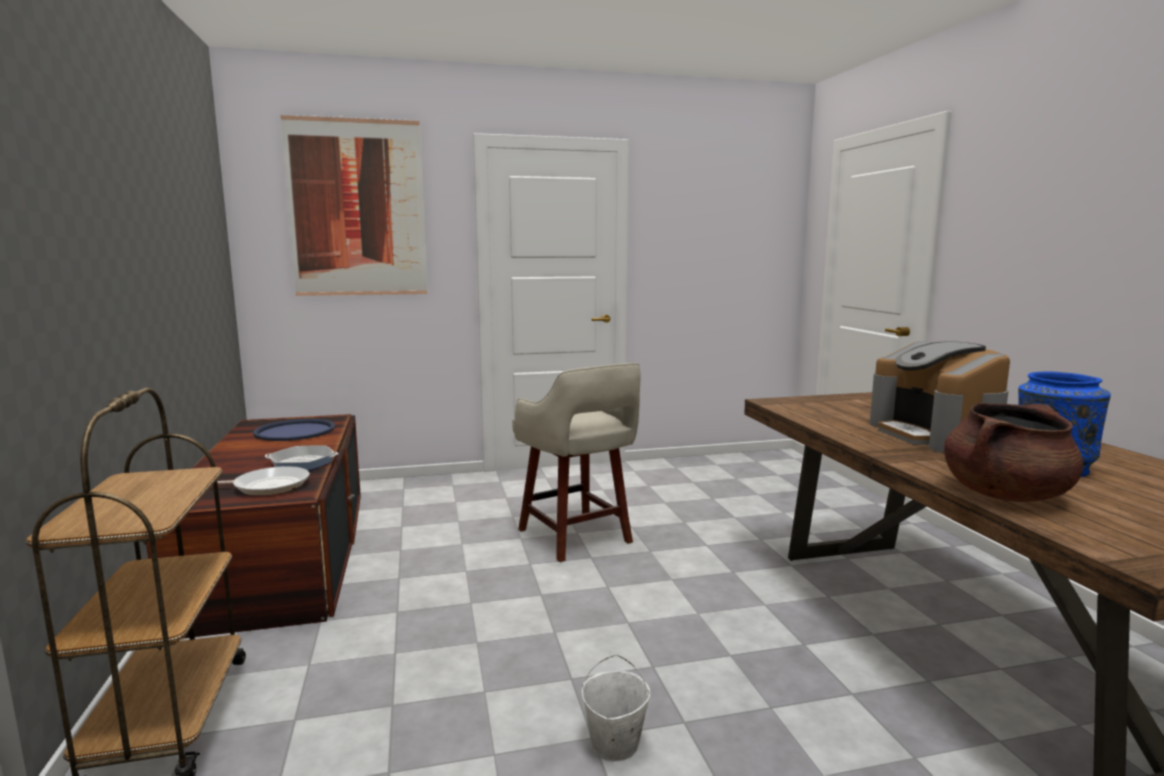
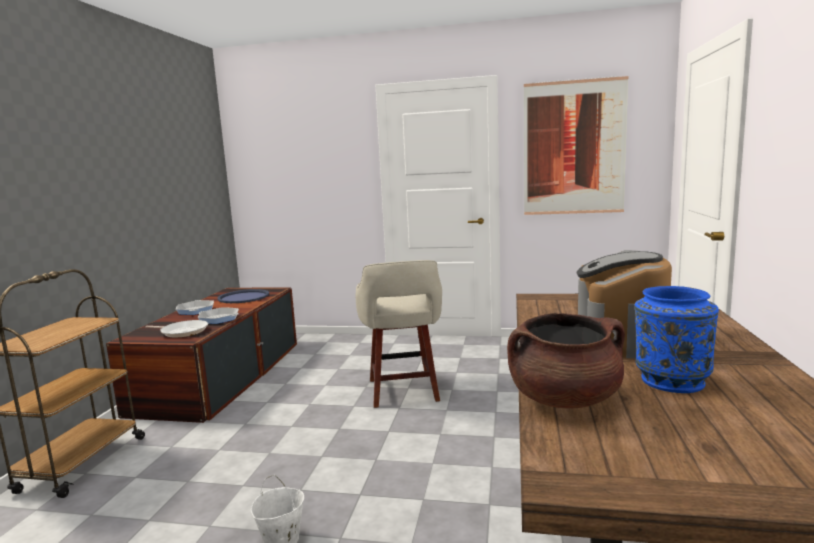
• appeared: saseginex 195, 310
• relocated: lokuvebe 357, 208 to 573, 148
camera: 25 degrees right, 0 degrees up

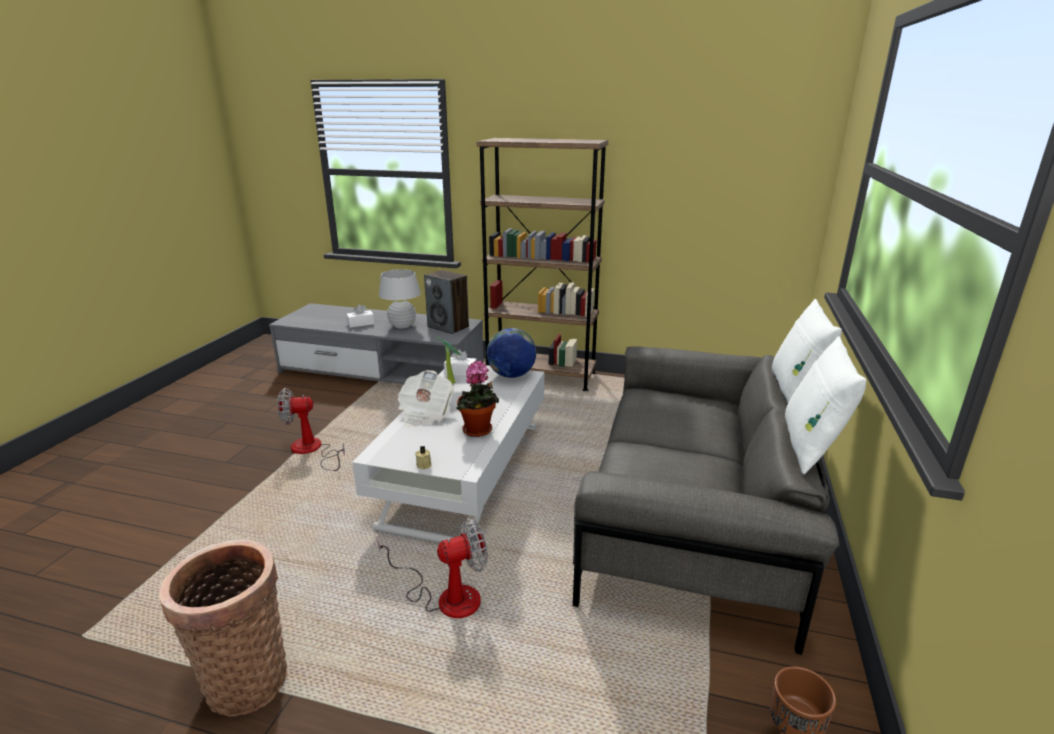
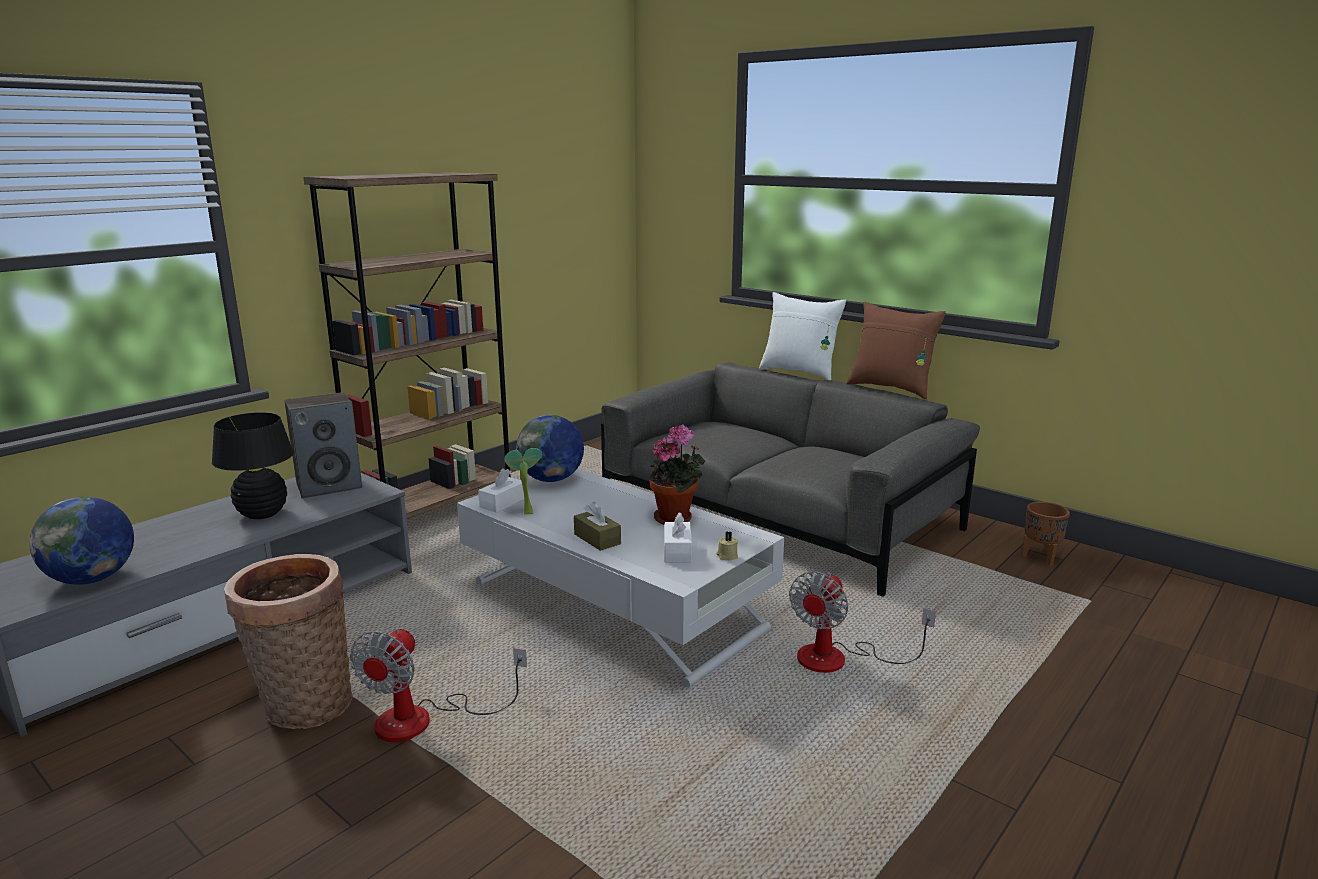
• appeared: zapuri 92, 579
• relocated: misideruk 245, 678 to 303, 706
• relocated: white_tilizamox 361, 324 to 677, 551
• exchanged: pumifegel 425, 413 to brown_tilizamox 597, 539
• colour: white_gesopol 402, 326 to black_gesopol 262, 514
• colour: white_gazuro 811, 447 to brown_gazuro 890, 389
• spun: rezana 446, 596 = 839, 659 150 degrees counterclockwise
camera: 65 degrees left, 5 degrees down

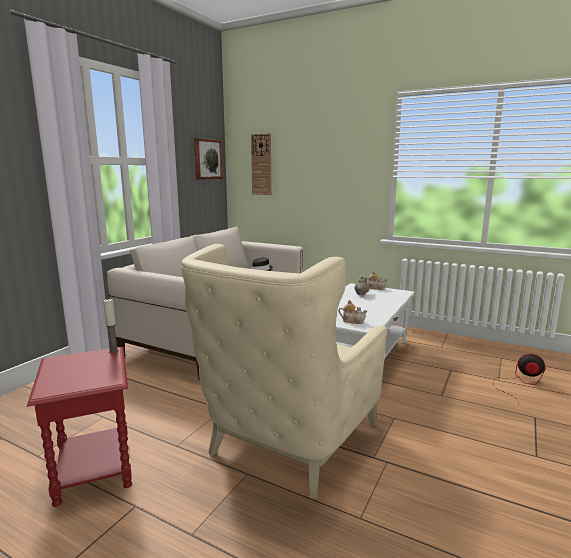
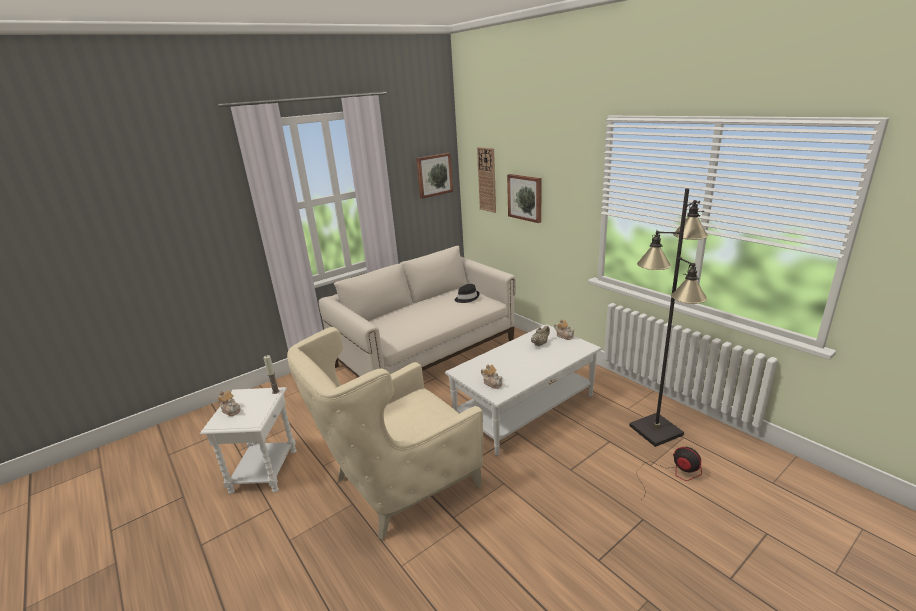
• appeared: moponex 231, 410
• appeared: lokuvebe 525, 197
• appeared: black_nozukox 656, 430
• colour: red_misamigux 92, 468 to white_misamigux 262, 470
camera: 25 degrees right, 10 degrees up

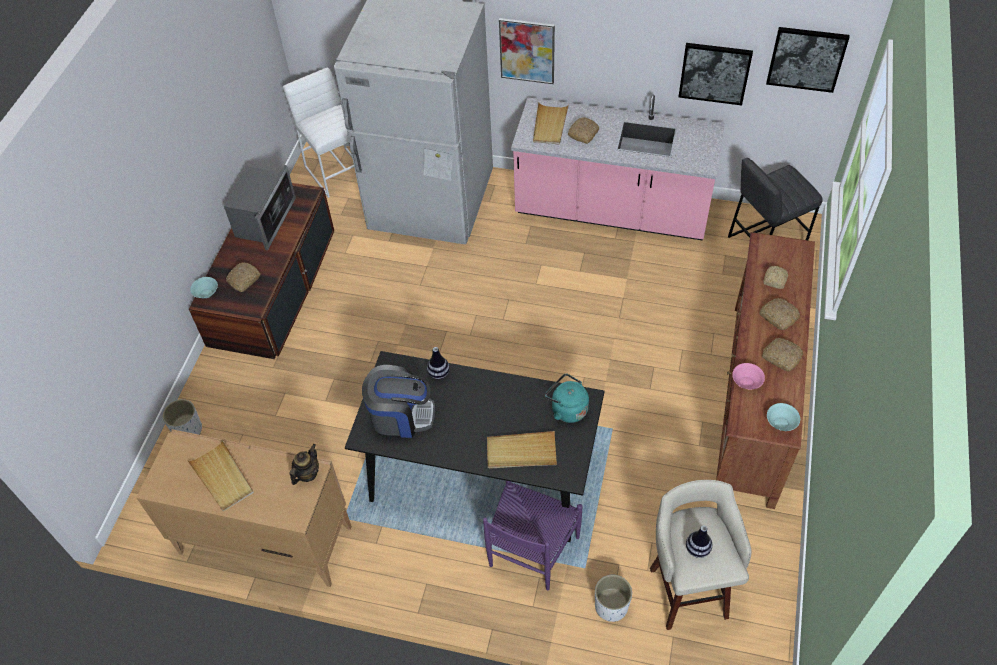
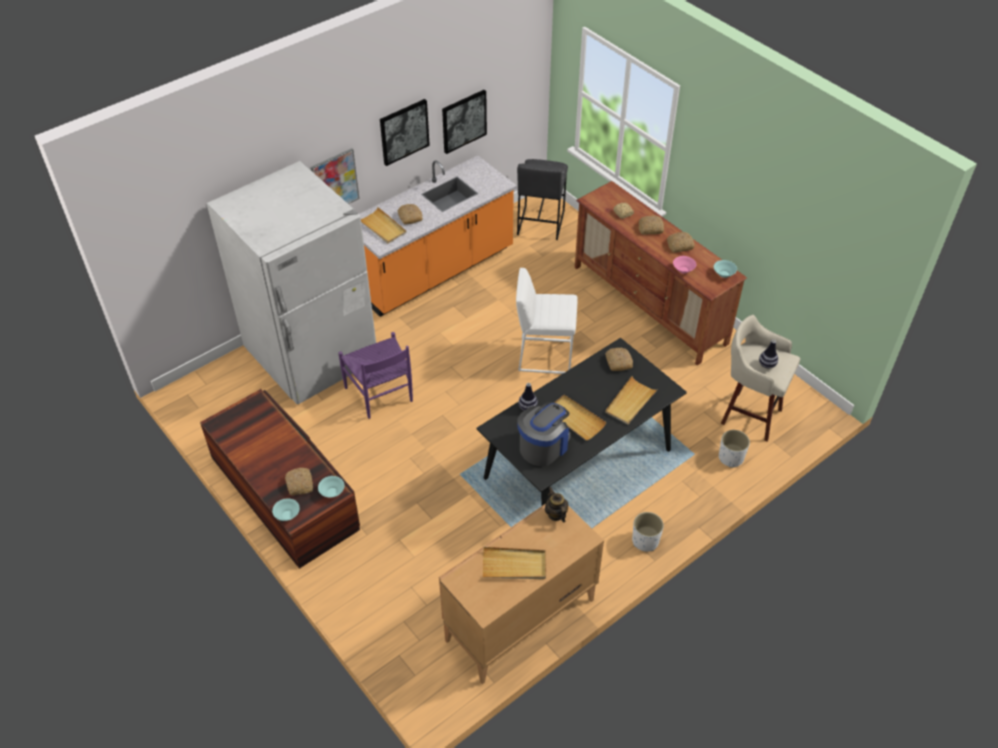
• missing: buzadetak 264, 220
• appeared: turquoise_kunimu 332, 492
• appeared: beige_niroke 575, 419
• relocated: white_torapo 187, 430 to 645, 541
• relocated: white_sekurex 336, 171 to 544, 355
• relocated: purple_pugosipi 531, 551 to 381, 394
• relocated: lokuvebe 806, 58 to 404, 131
• exchanged: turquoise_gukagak 567, 409 to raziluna 618, 362
• colour: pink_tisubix 612, 211 to orange_tisubix 435, 271
camera: 55 degrees left, 5 degrees down

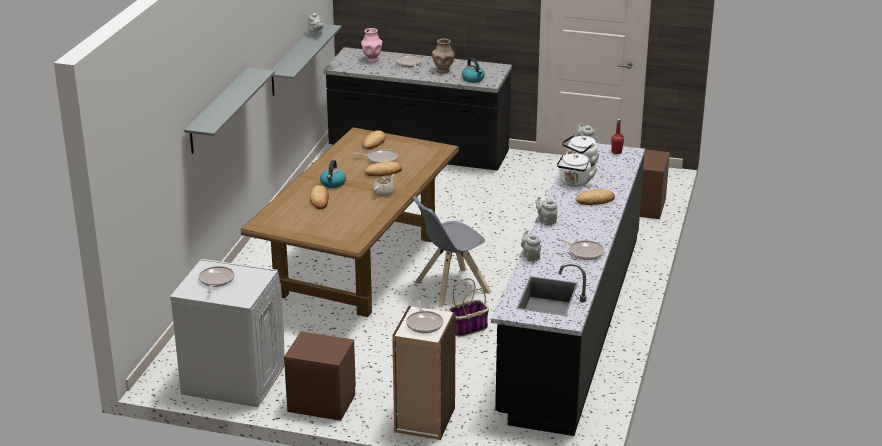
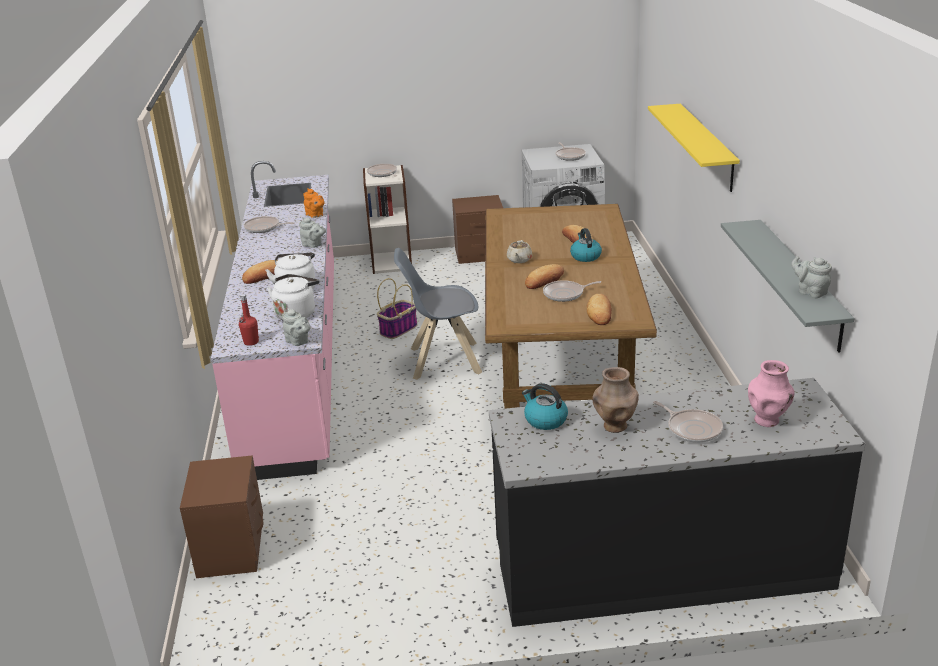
• colour: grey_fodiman 218, 111 to yellow_fodiman 706, 146
• colour: black_tisubix 571, 322 to pink_tisubix 297, 358
• colour: grey_moponex 530, 256 to orange_moponex 315, 215
• spun: grey_pugosipi 450, 288 = 442, 361 135 degrees counterclockwise
camera: 160 degrees right, 0 degrees up

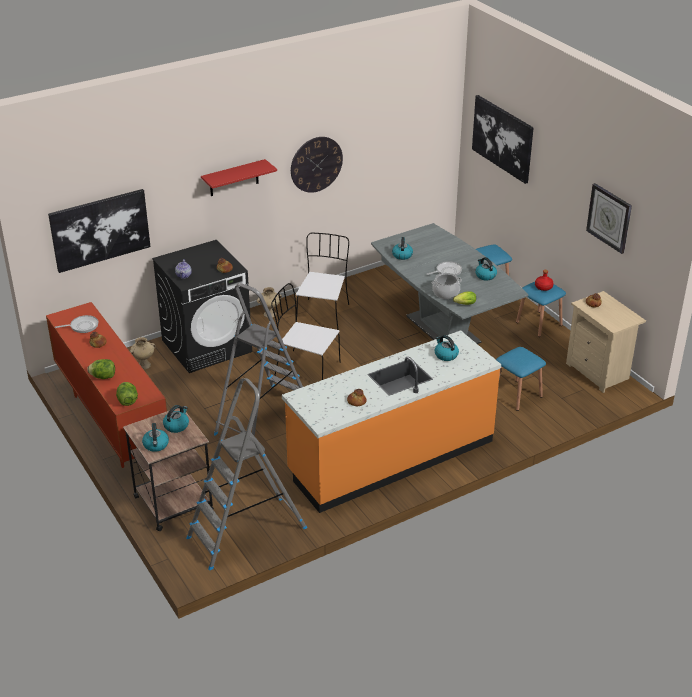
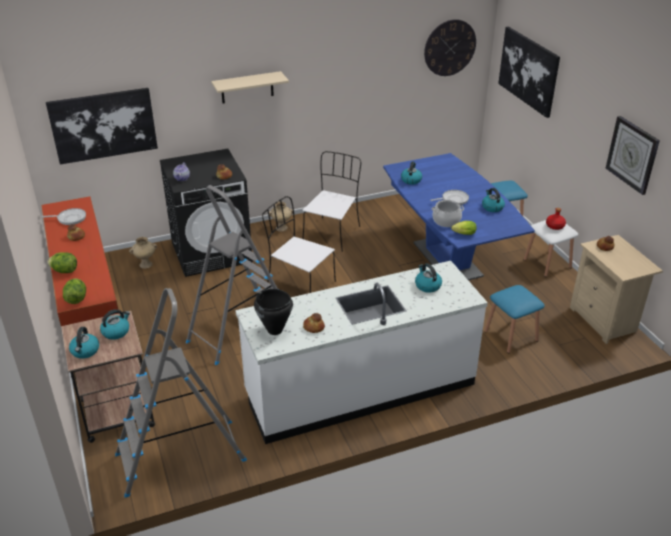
• appeared: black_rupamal 275, 330
• relocated: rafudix 316, 164 to 450, 48
• colour: red_fodiman 234, 178 to beige_fodiman 247, 87
• colour: orange_tisubix 391, 457 to white_tisubix 360, 389
• colour: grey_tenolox 443, 329 to blue_tenolox 447, 259
• colour: blue_sekurex 539, 324 to white_sekurex 547, 263
camera: 10 degrees right, 0 degrees up

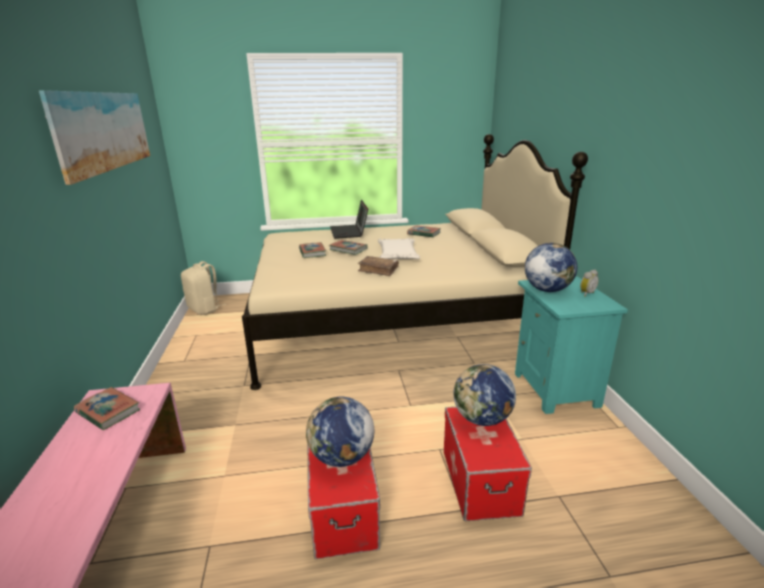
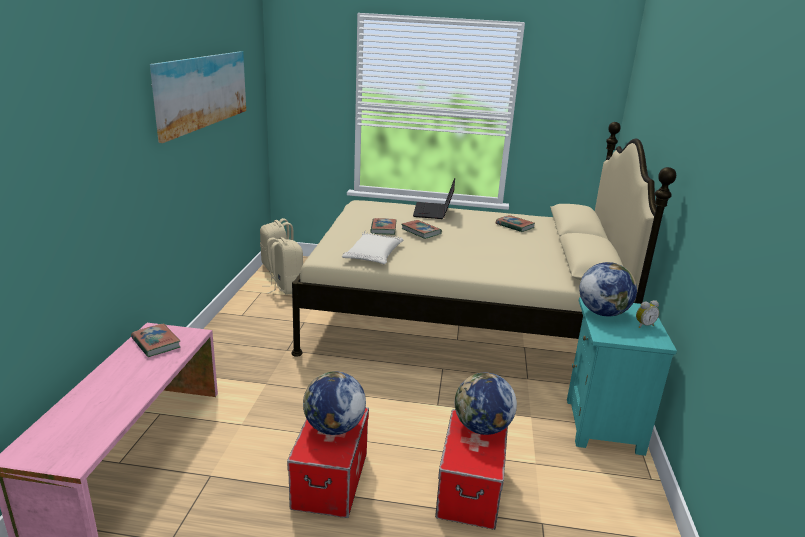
• missing: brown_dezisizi 378, 270
• appeared: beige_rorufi 285, 288
• relocated: white_gazuro 397, 254 to 373, 253
camera: 15 degrees right, 0 degrees up

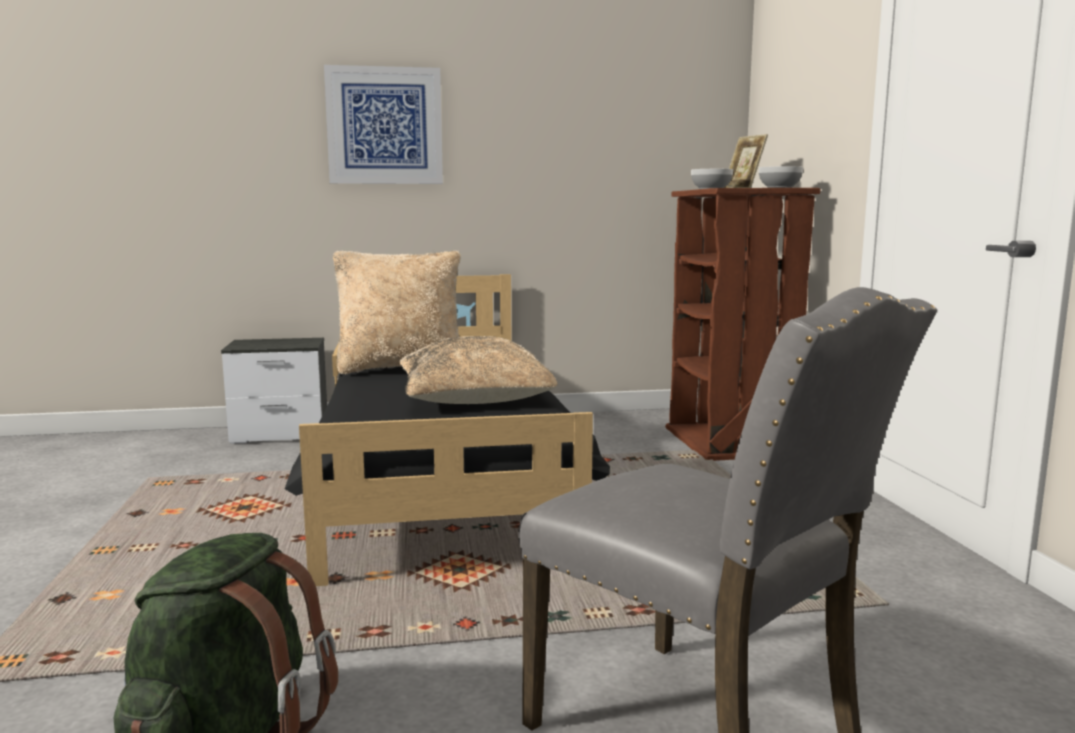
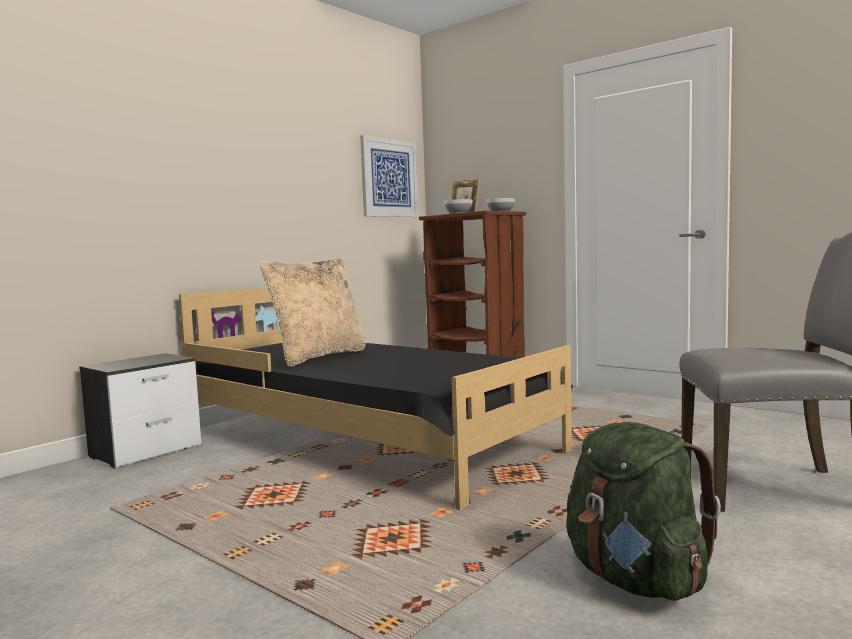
• missing: beige_gazuro 476, 396
• relocated: lokuvebe 384, 126 to 389, 178
camera: 40 degrees left, 5 degrees down

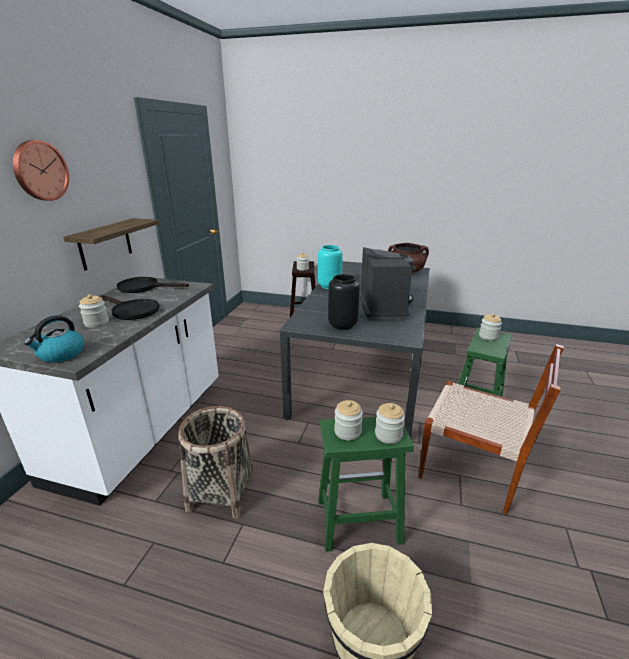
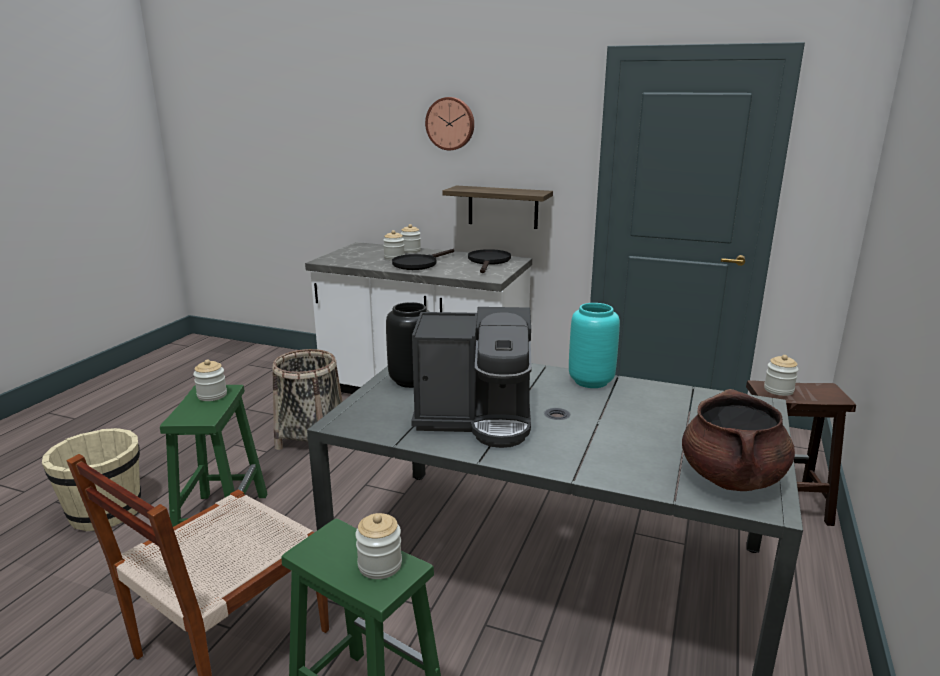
• missing: gukagak 61, 354
• relocated: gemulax 388, 435 to 411, 251
camera: 95 degrees right, 5 degrees down

